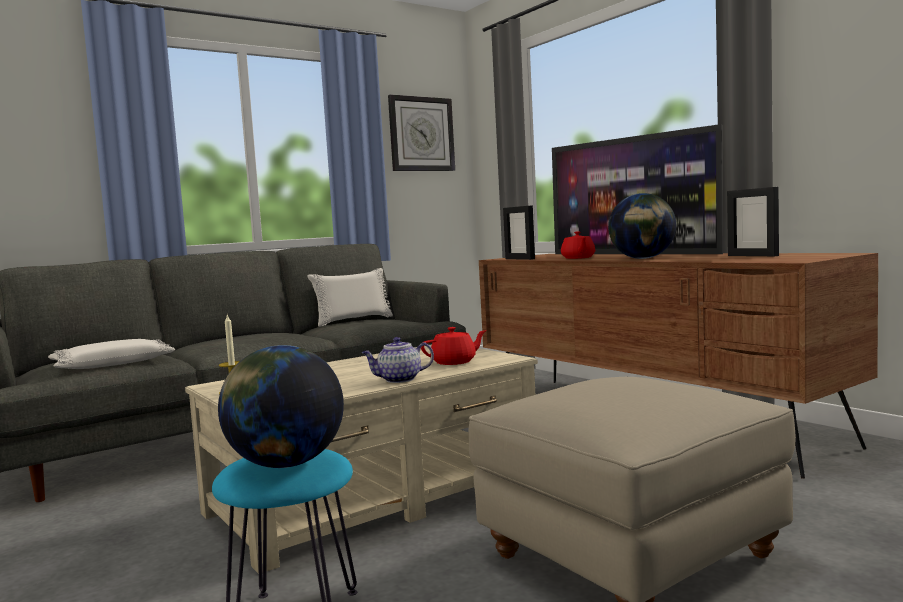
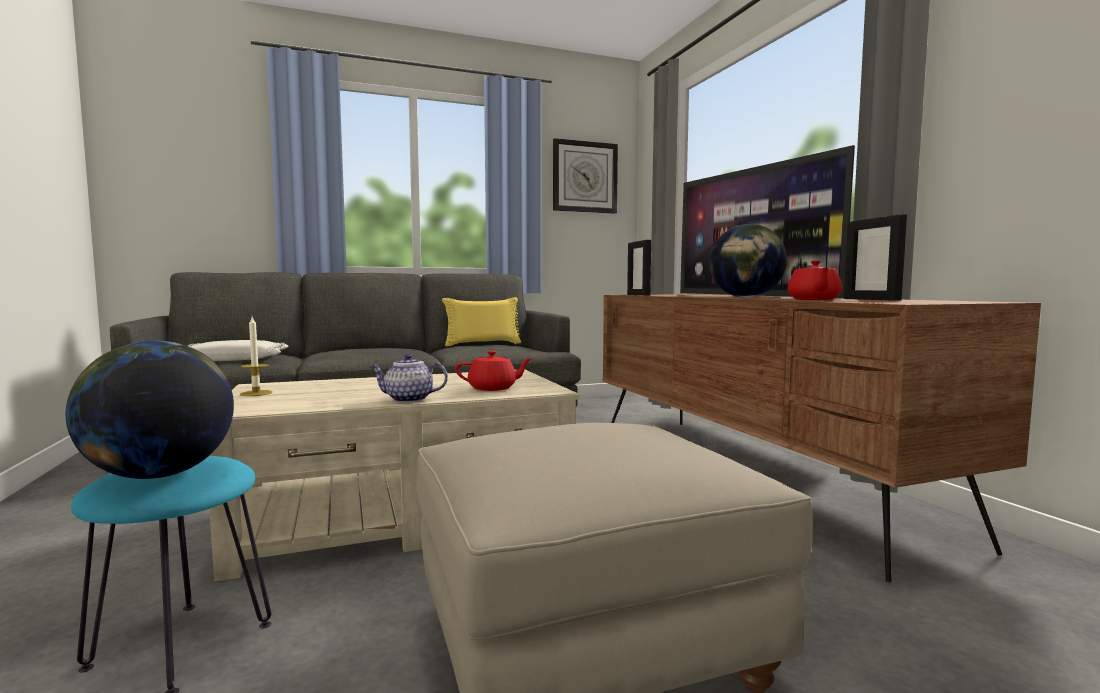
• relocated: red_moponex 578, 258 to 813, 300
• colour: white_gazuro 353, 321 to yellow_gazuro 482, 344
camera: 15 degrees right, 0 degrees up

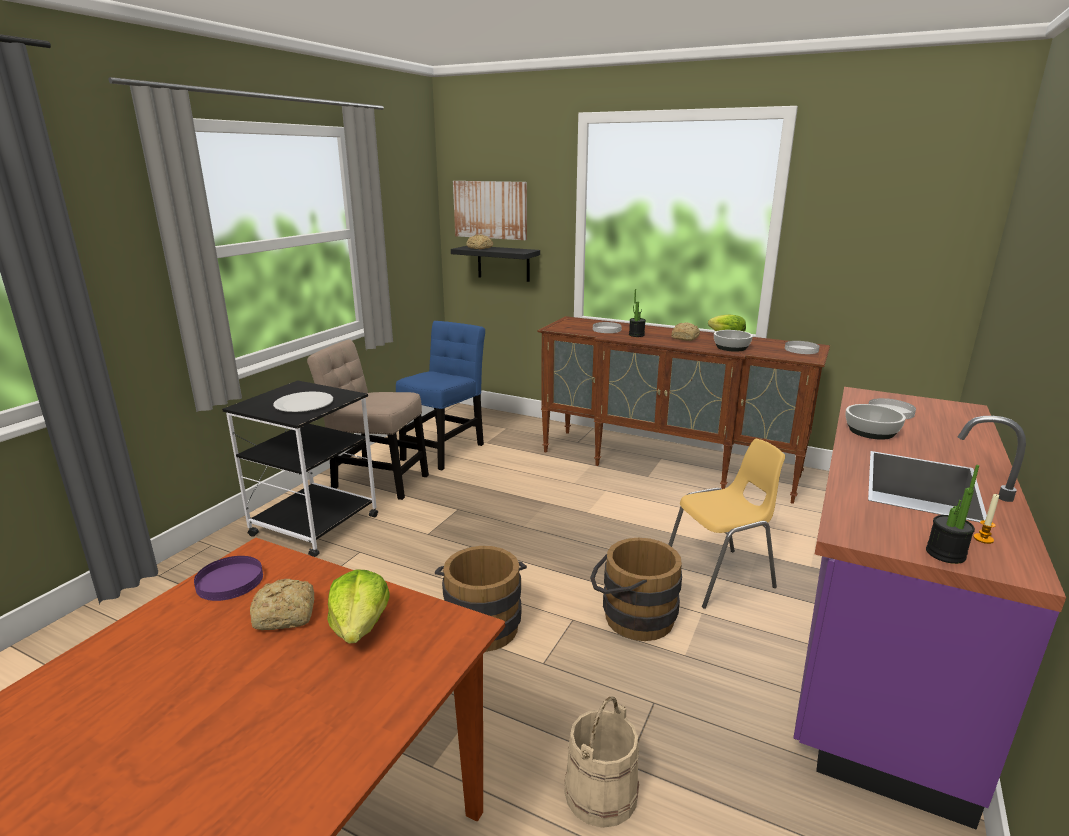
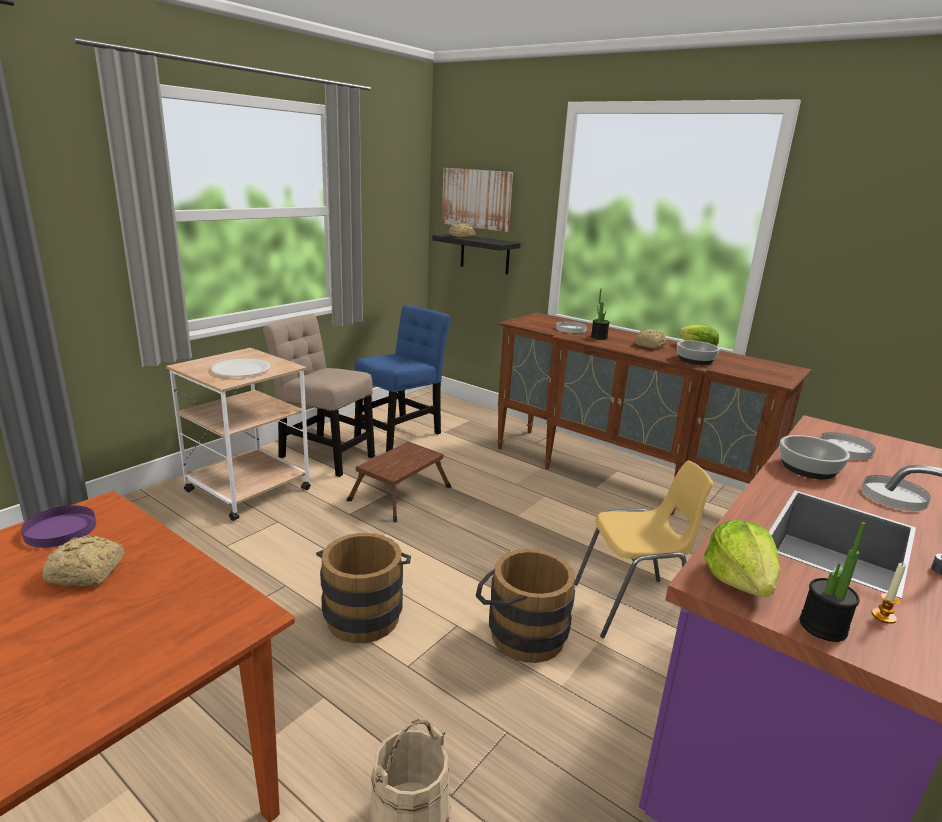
• appeared: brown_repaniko 400, 493
• relocated: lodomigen 360, 626 to 740, 580
• relocated: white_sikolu 801, 349 to 893, 496
• colour: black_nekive 316, 524 to beige_nekive 250, 489
camera: 10 degrees right, 0 degrees up

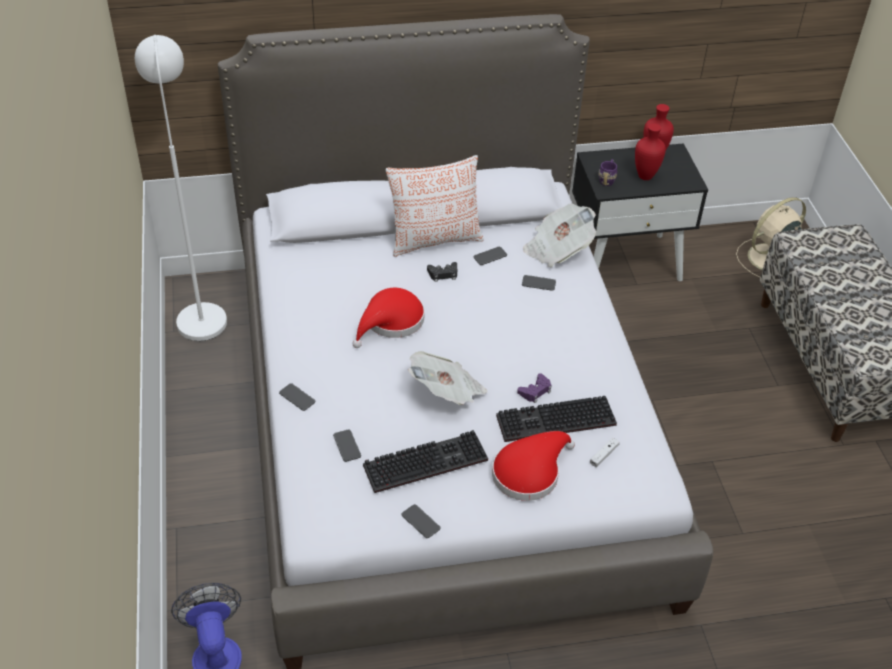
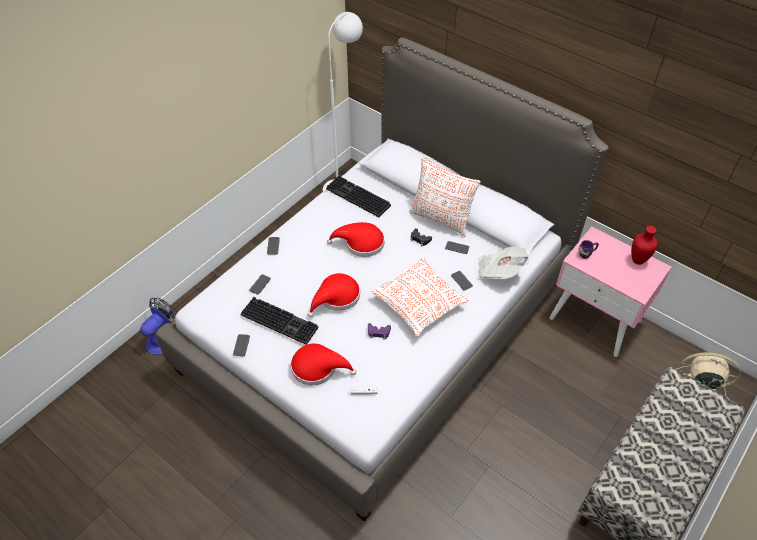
• missing: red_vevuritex 645, 176
• appeared: white_gazuro 419, 303
• relocated: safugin 554, 423 to 356, 198
• exchanged: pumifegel 447, 392 to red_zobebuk 336, 297
• colour: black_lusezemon 626, 261 to pink_lusezemon 595, 319
camera: 50 degrees right, 5 degrees up

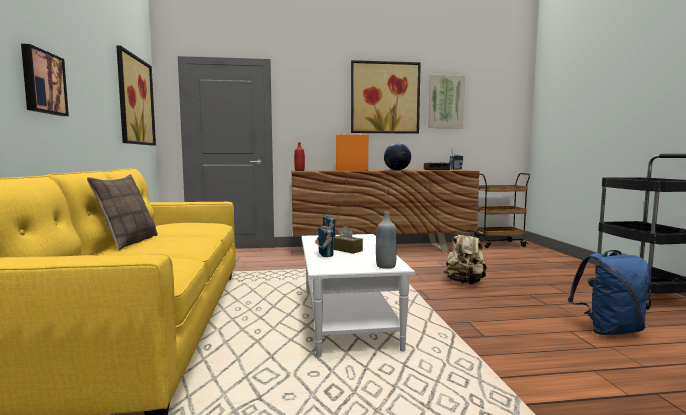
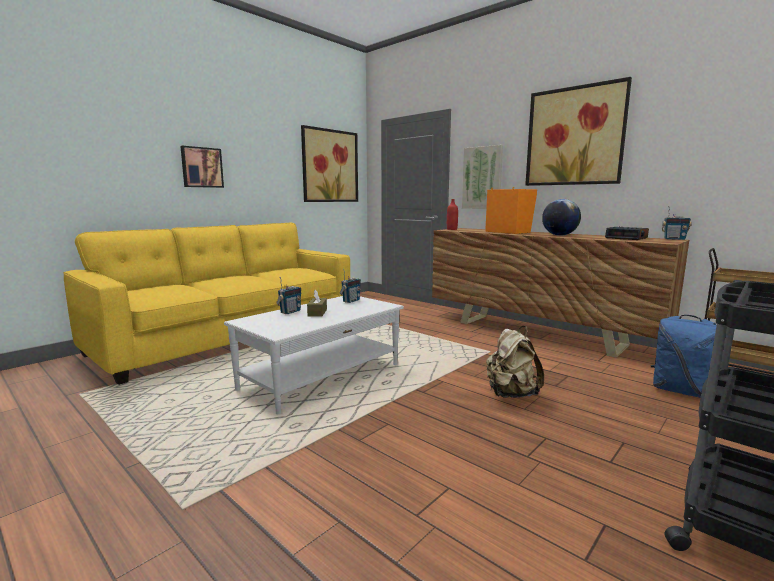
• missing: gazuro 128, 242
• missing: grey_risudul 386, 266
• relocated: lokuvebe 445, 102 to 482, 178
• relocated: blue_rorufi 609, 330 to 680, 391
camera: 50 degrees right, 5 degrees up

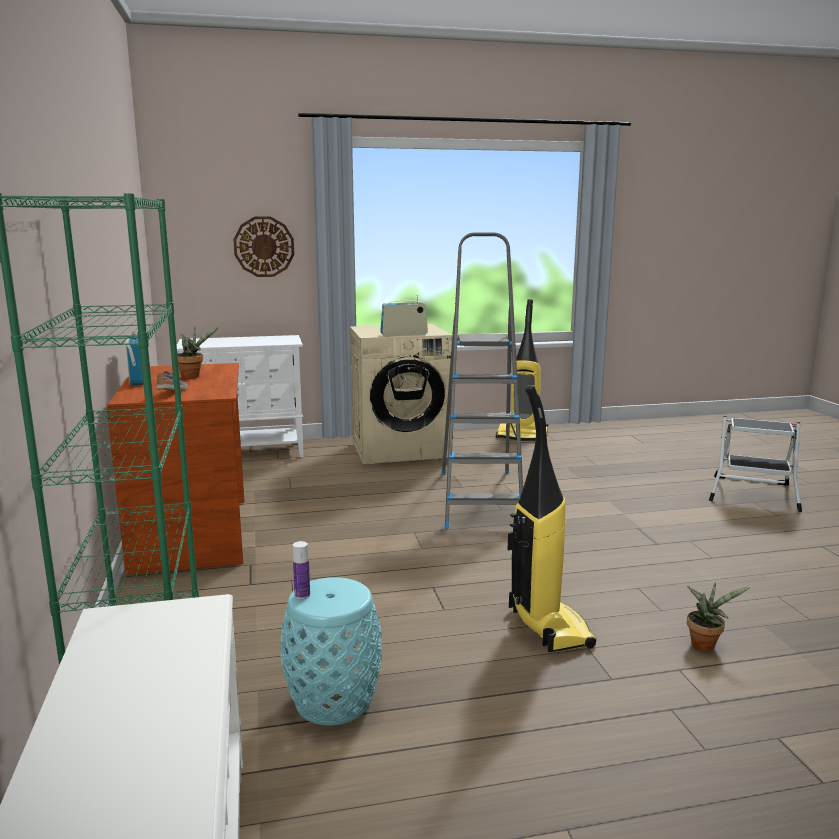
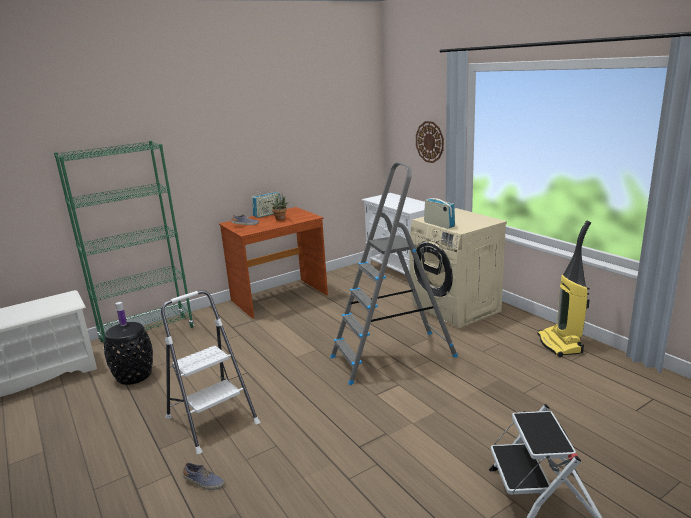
• exchanged: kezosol 547, 627 to white_repaniko 211, 418
• exchanged: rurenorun 705, 644 to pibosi 203, 483
• colour: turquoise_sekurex 333, 701 to black_sekurex 134, 375
camera: 70 degrees right, 5 degrees up

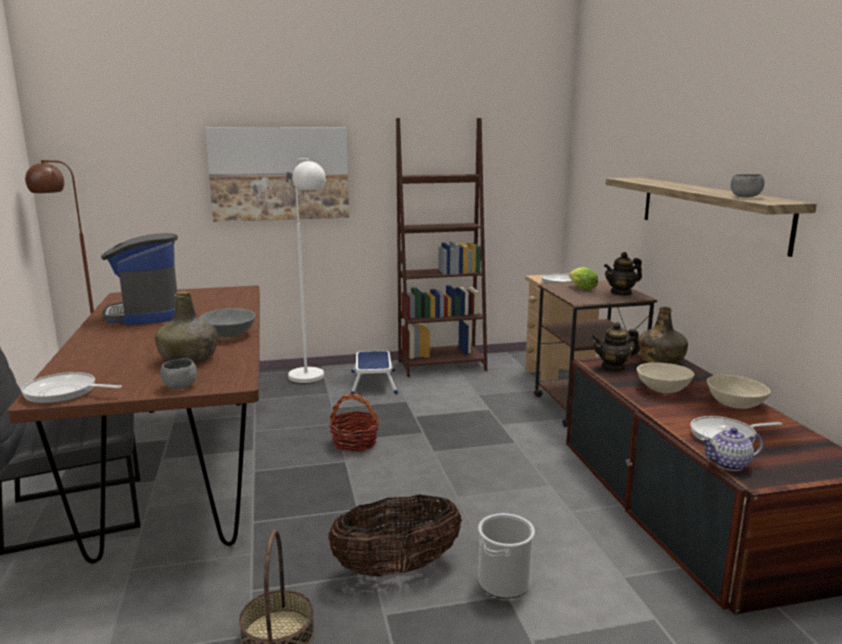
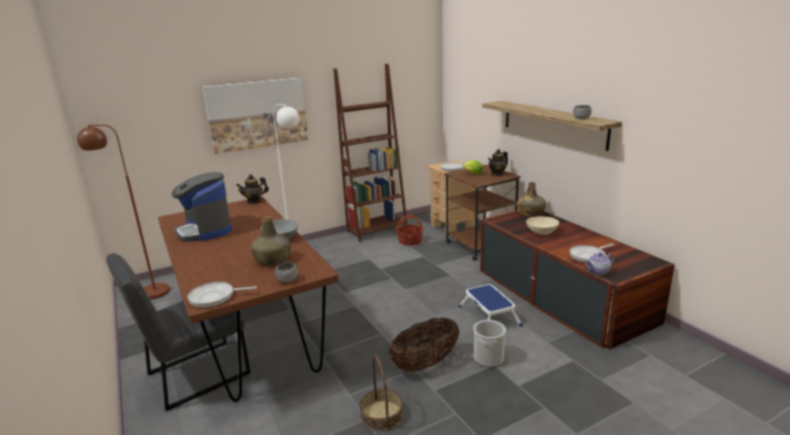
• missing: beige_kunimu 734, 404
• relocated: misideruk 355, 443 to 410, 241
• relocated: blue_repaniko 373, 382 to 488, 316
• relocated: moponex 613, 367 to 254, 201
camera: 15 degrees left, 5 degrees up

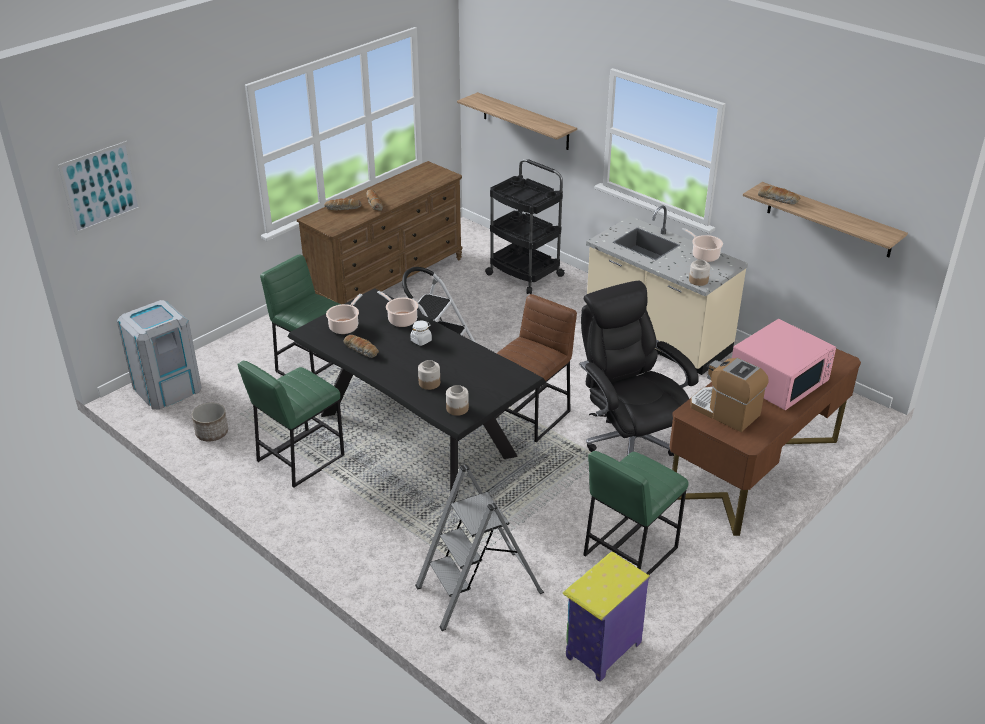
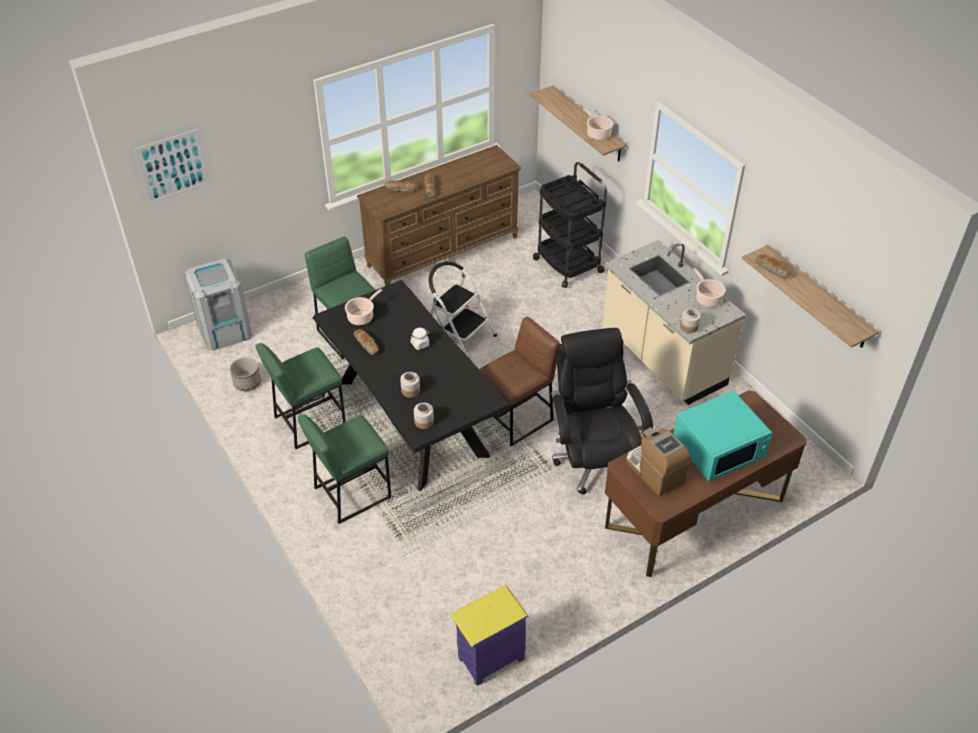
• missing: grey_repaniko 480, 588
• relocated: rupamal 401, 319 to 597, 134
• relocated: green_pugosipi 629, 552 to 351, 493
• colour: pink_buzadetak 779, 380 to turquoise_buzadetak 719, 448
camera: 15 degrees right, 10 degrees up

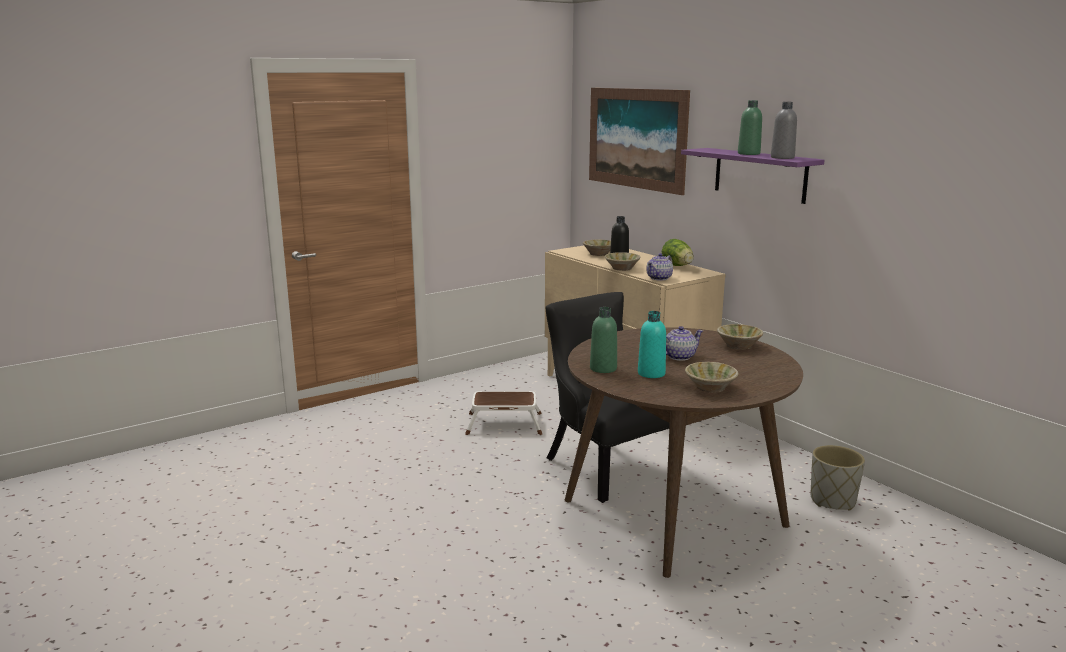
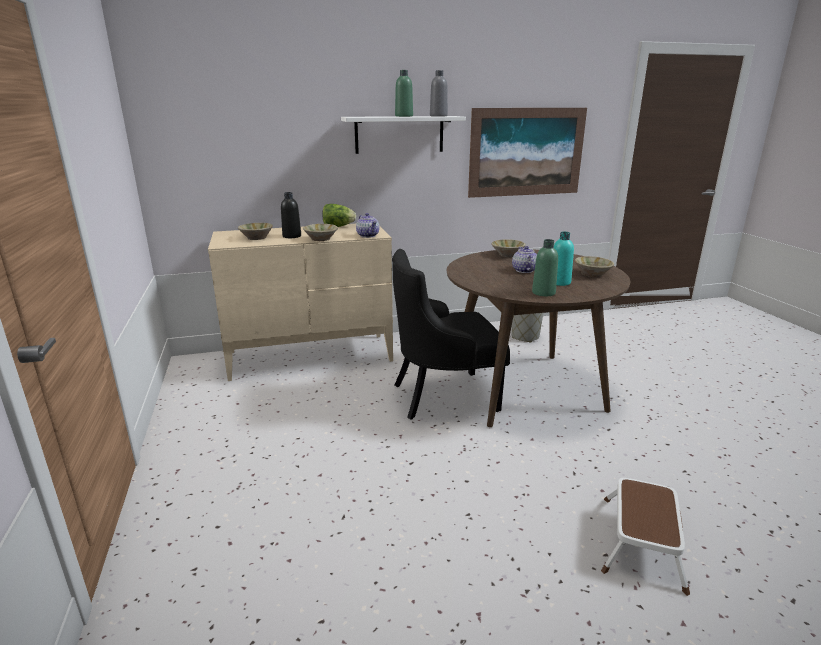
• relocated: brown_repaniko 504, 424 to 642, 542
• relocated: lokuvebe 636, 138 to 526, 152
• colour: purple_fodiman 760, 175 to white_fodiman 399, 134
camera: 70 degrees left, 5 degrees up

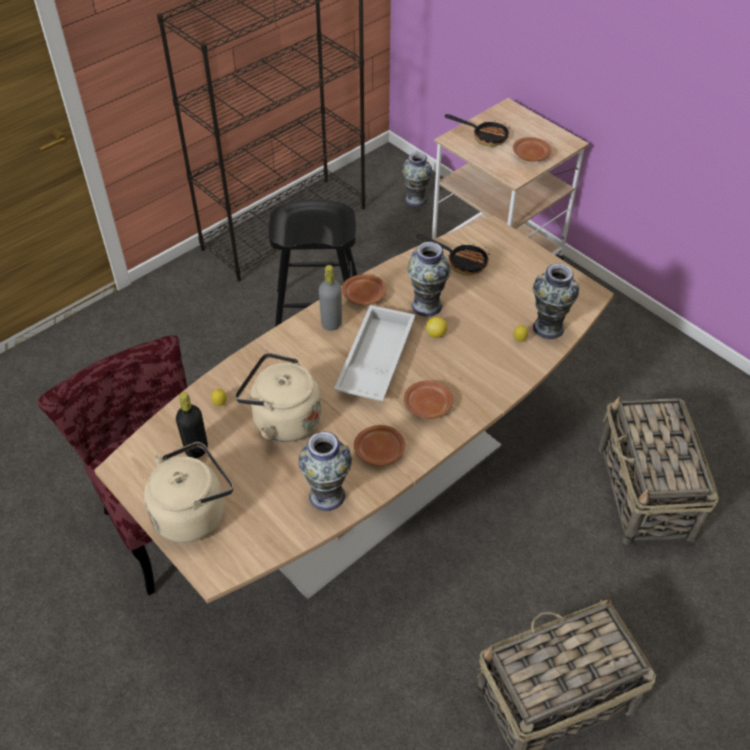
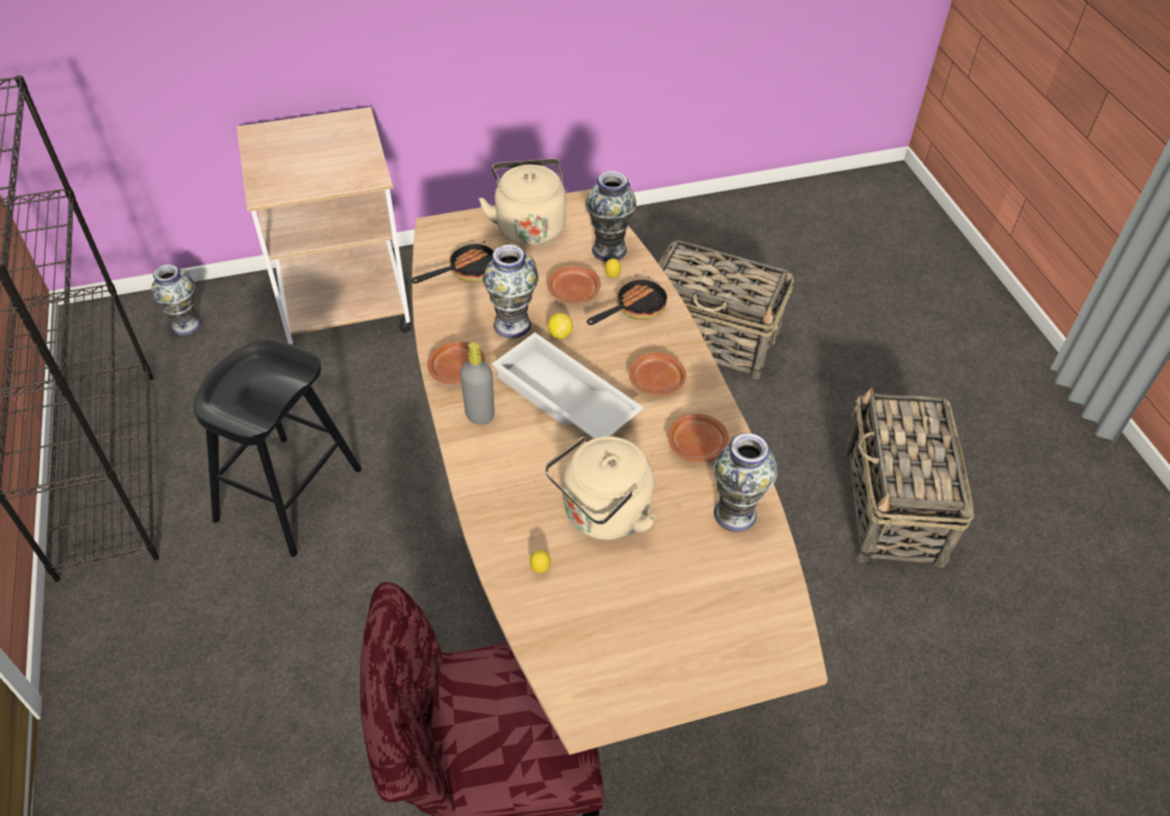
• missing: black_risudul 196, 449
• relocated: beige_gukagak 193, 513 to 529, 226
• relocated: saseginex 484, 136 to 634, 308
• relocated: brown_sikolu 530, 155 to 573, 292
camera: 65 degrees left, 0 degrees up

